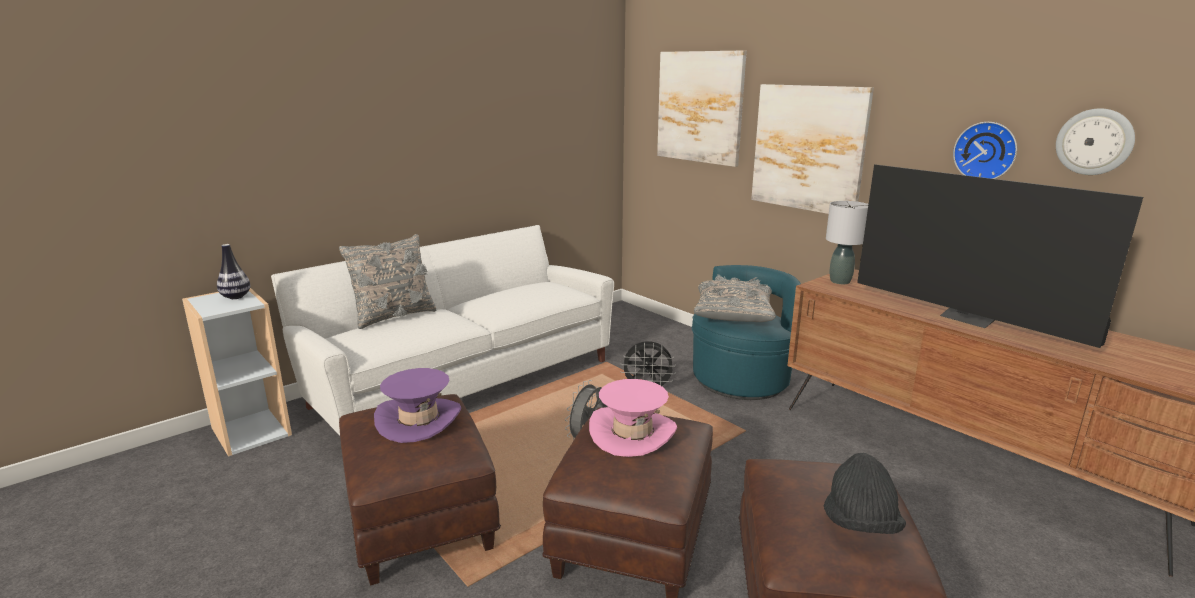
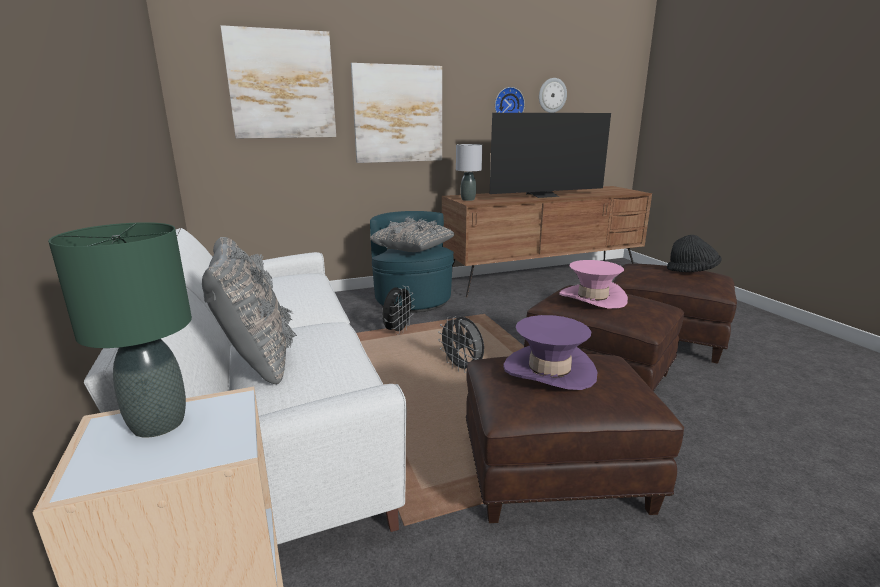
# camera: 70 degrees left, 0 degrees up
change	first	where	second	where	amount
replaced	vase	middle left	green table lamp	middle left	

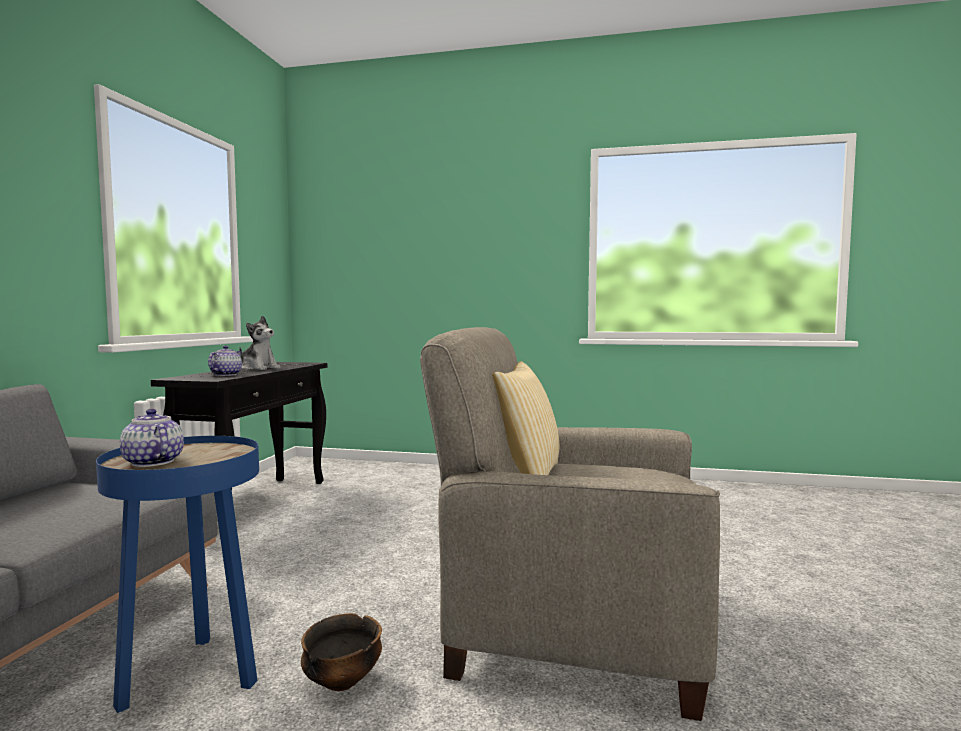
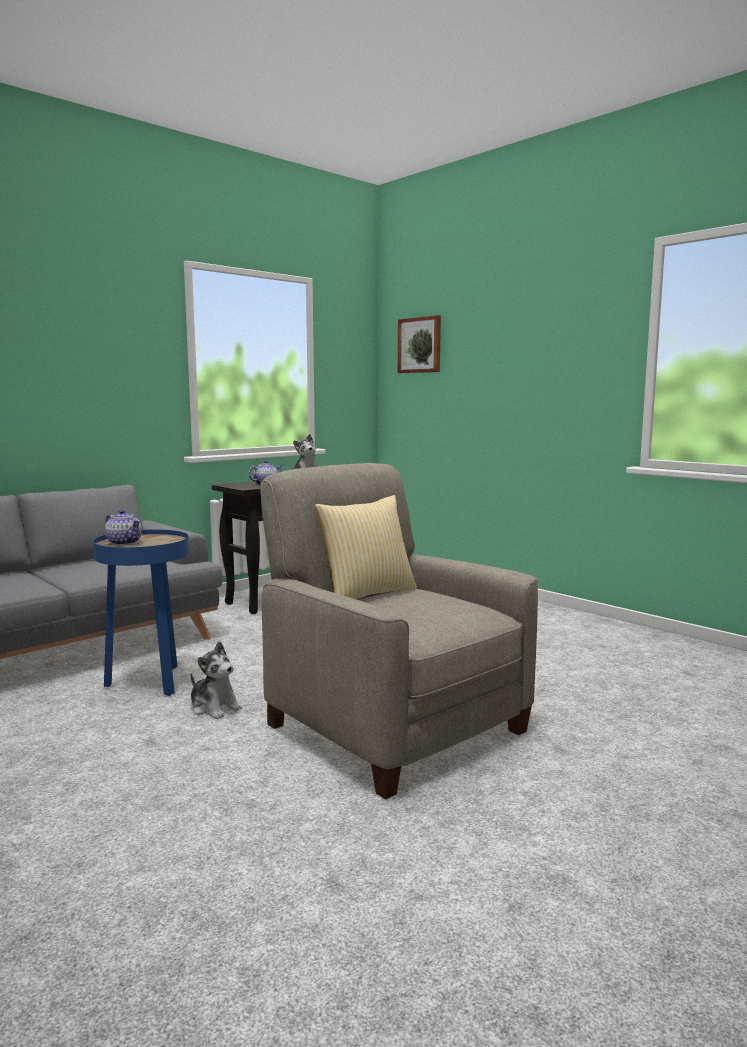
# camera: 35 degrees right, 5 degrees up
change	first	where	second	where	amount
turned	teapot (1st from left)	middle left		middle left	135 degrees clockwise
replaced	bowl	bottom centre	plush toy (1st from left)	middle left	
added			picture	top centre	

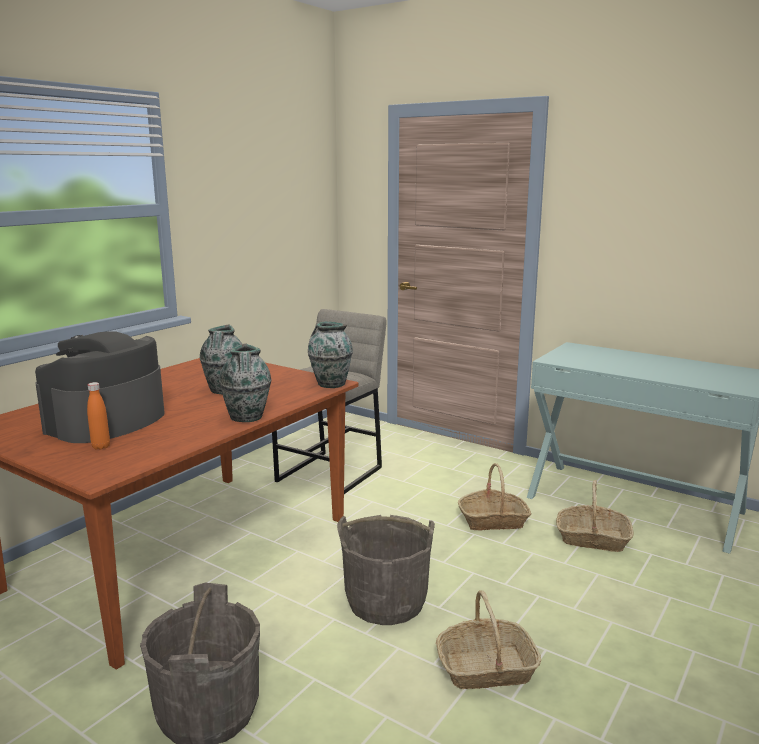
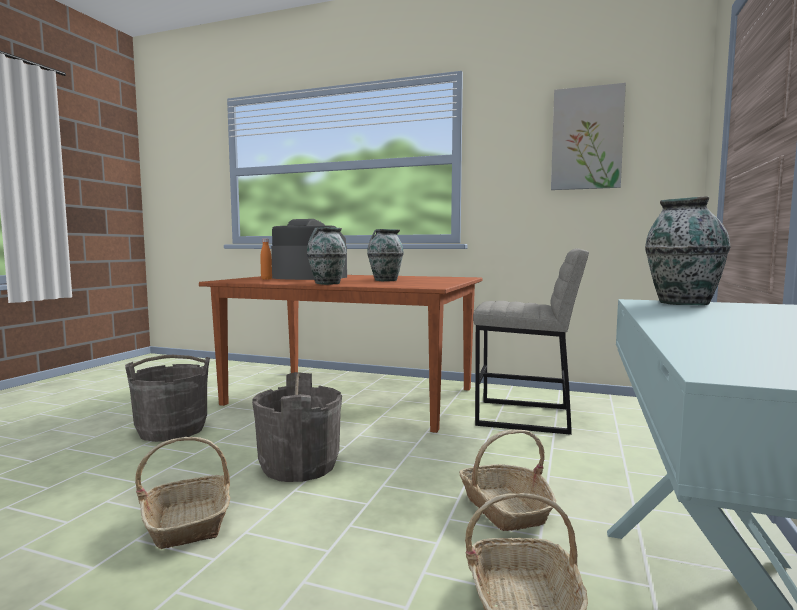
# camera: 75 degrees right, 10 degrees down
change	first	where	second	where	amount
moved	vase (3rd from left)	centre		middle right	
added			picture	top right	

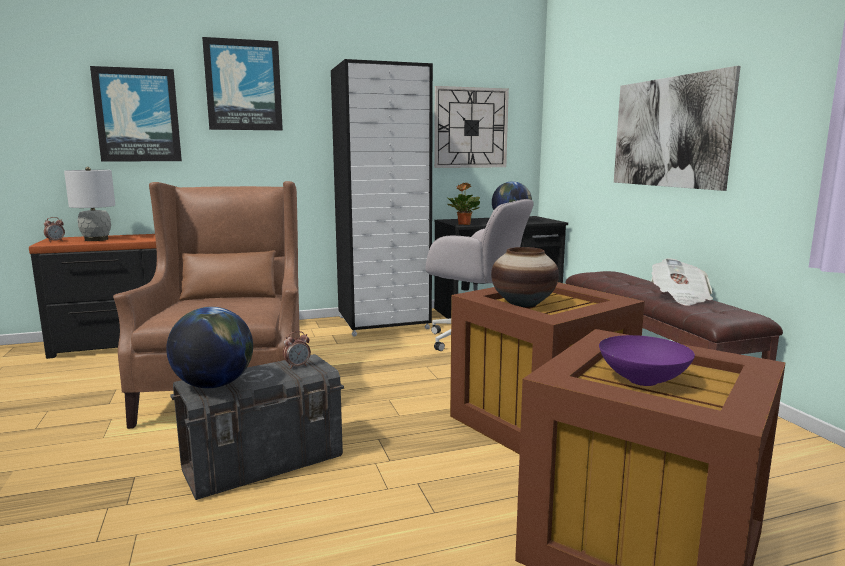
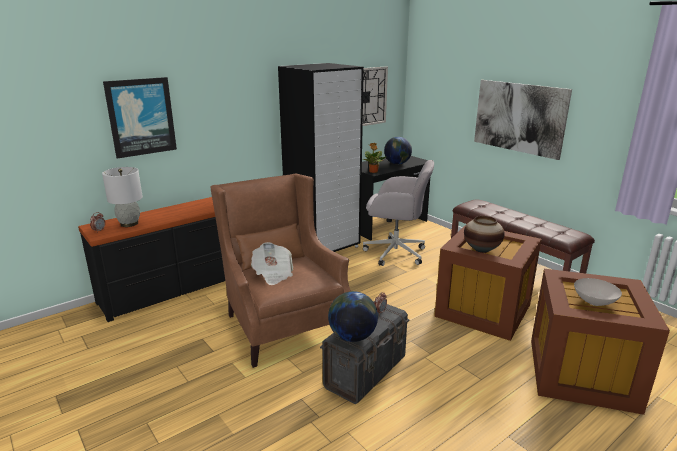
# camera: 20 degrees left, 10 degrees up
change	first	where	second	where	amount
removed	picture (2nd from left)	top left			
recoloured	purple bowl	middle right	white bowl	middle right	
moved	newspaper	middle right		centre	

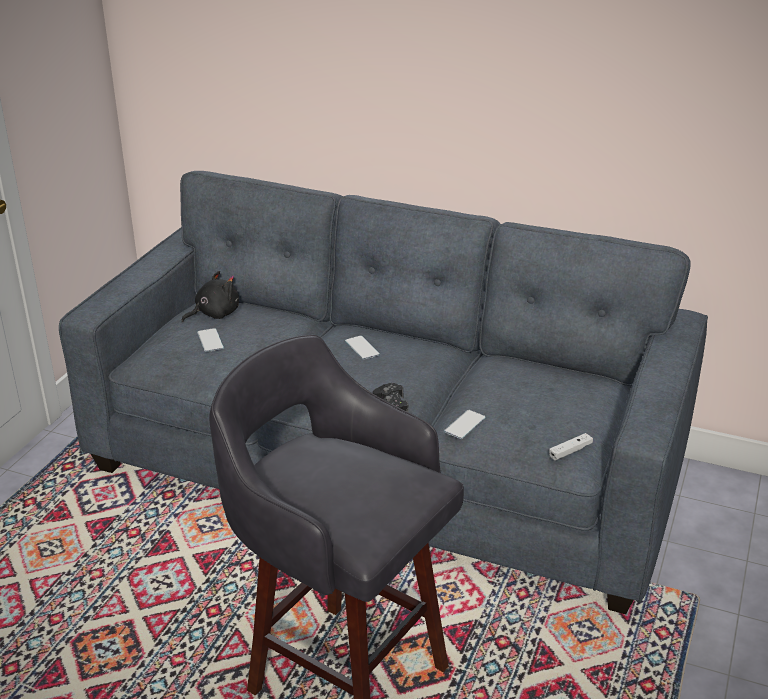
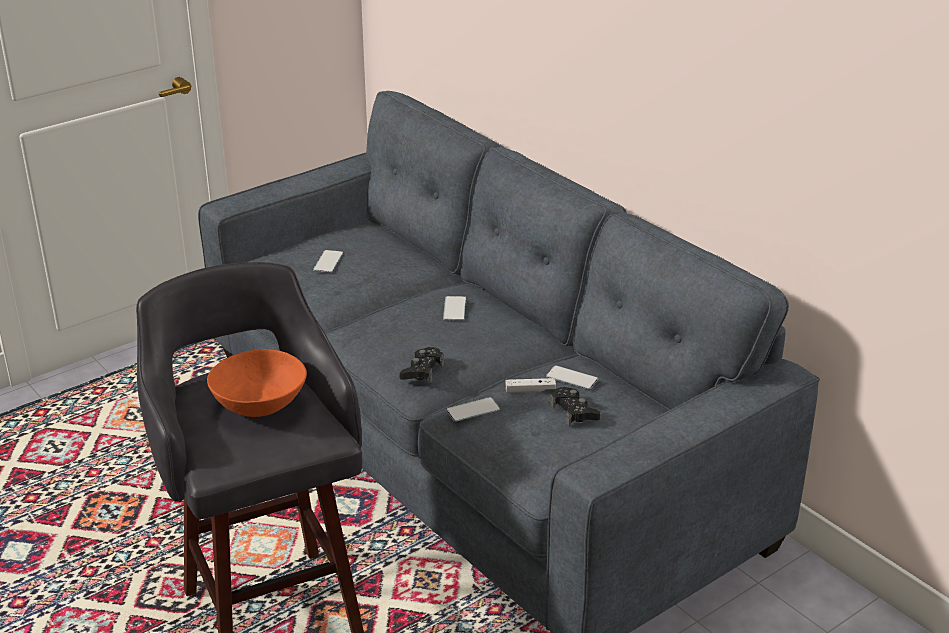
# camera: 30 degrees right, 0 degrees up
change	first	where	second	where	amount
removed	black plush toy	middle left			
moved	white game controller	middle right		centre	
added			orange bowl	middle left	
added			phone (4th from left)	centre	
added			black game controller (2nd from left)	centre	

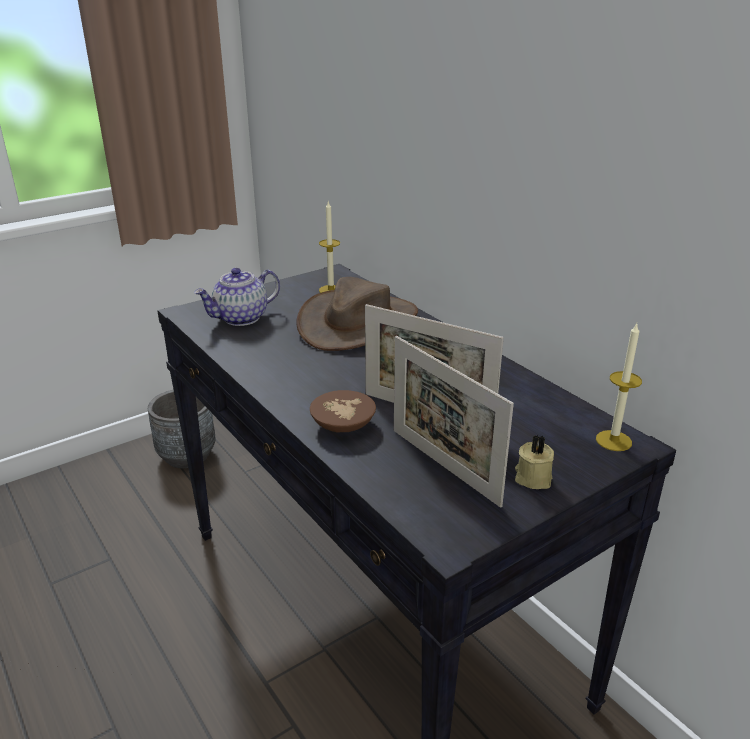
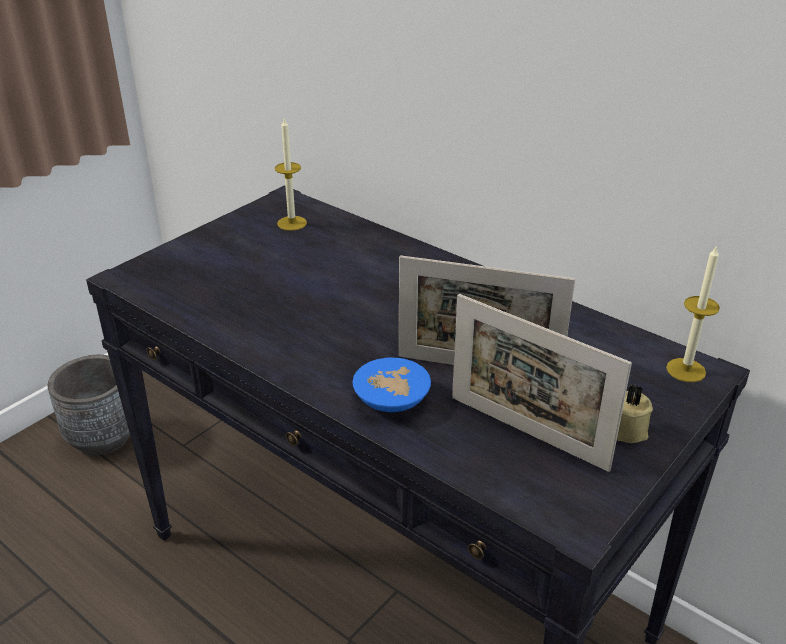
# camera: 15 degrees left, 5 degrees up
change	first	where	second	where	amount
removed	teapot	middle left			
removed	brown hat	centre			
recoloured	brown bowl	centre	blue bowl	centre	

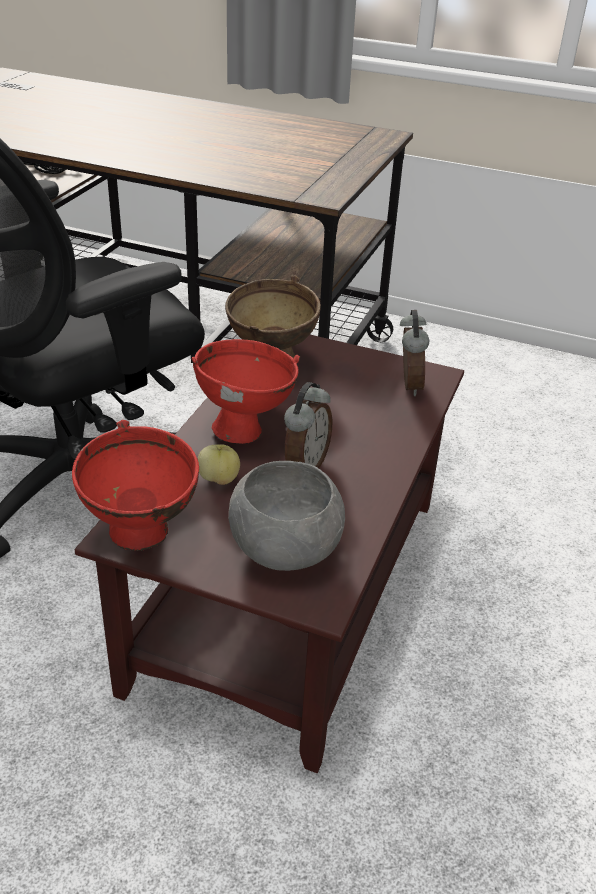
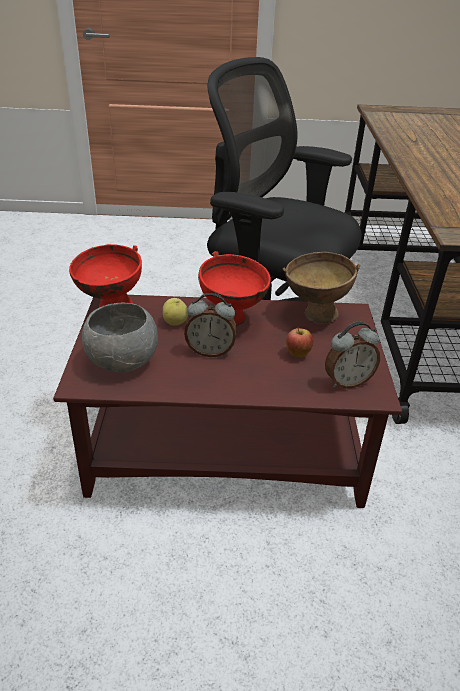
# camera: 70 degrees right, 0 degrees up
change	first	where	second	where	amount
added			apple (2nd from left)	centre	

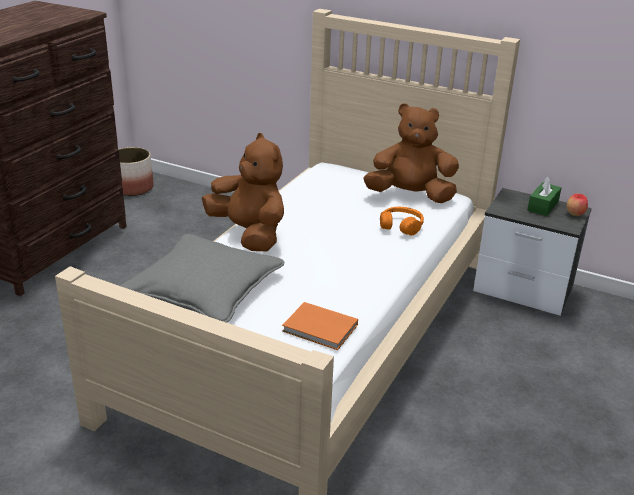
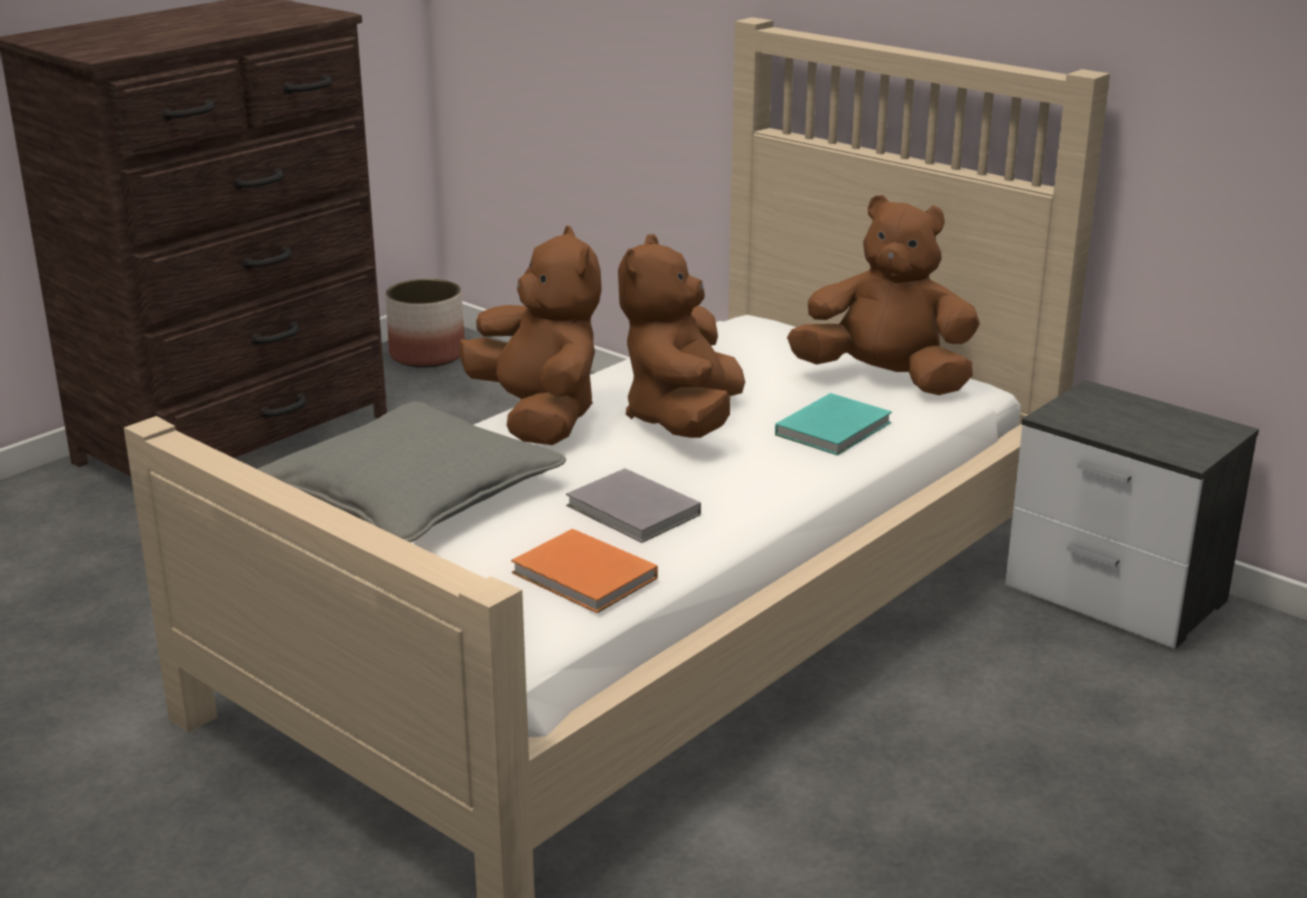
# camera: 15 degrees right, 5 degrees down
change	first	where	second	where	amount
replaced	orange headphones	centre	turquoise book	centre	
removed	green tissue box	middle right			
removed	apple	middle right			
added			grey book	centre	
added			brown plush toy (2nd from left)	centre	

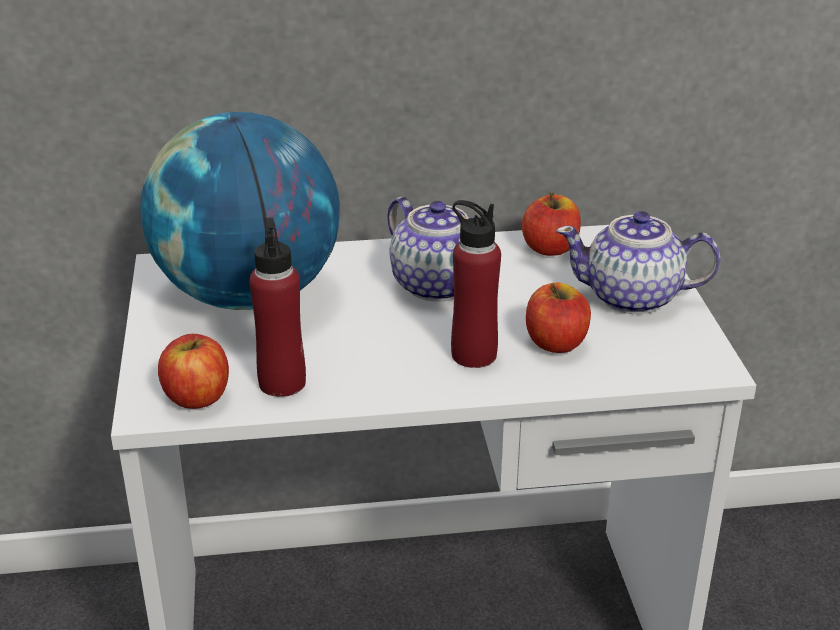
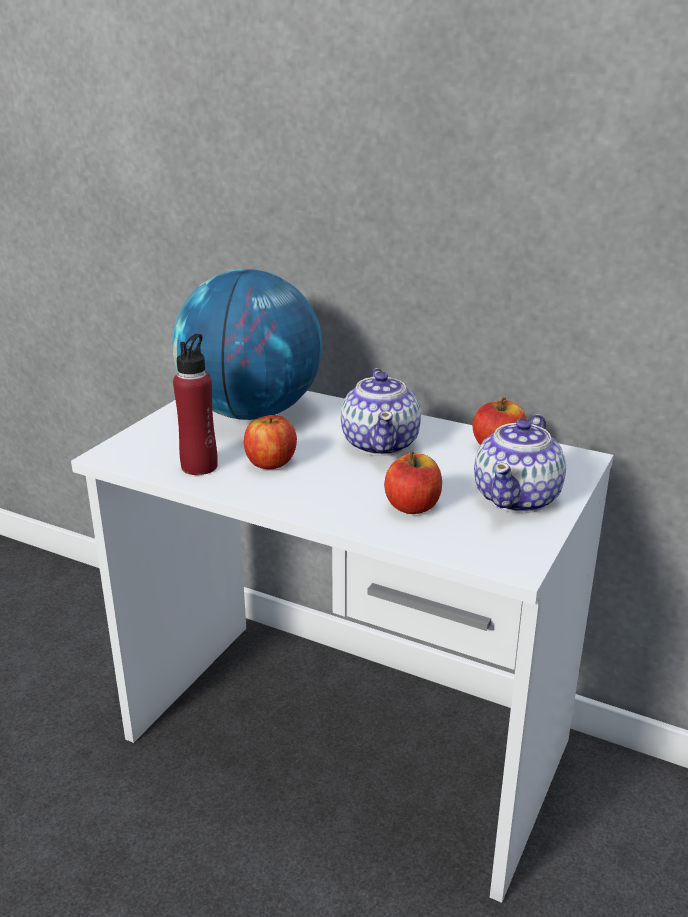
# camera: 35 degrees right, 5 degrees down
change	first	where	second	where	amount
moved	apple (1st from left)	middle left		centre	
removed	red bottle (2nd from left)	centre			
turned	teapot (2nd from left)	middle right		middle right	105 degrees counterclockwise

